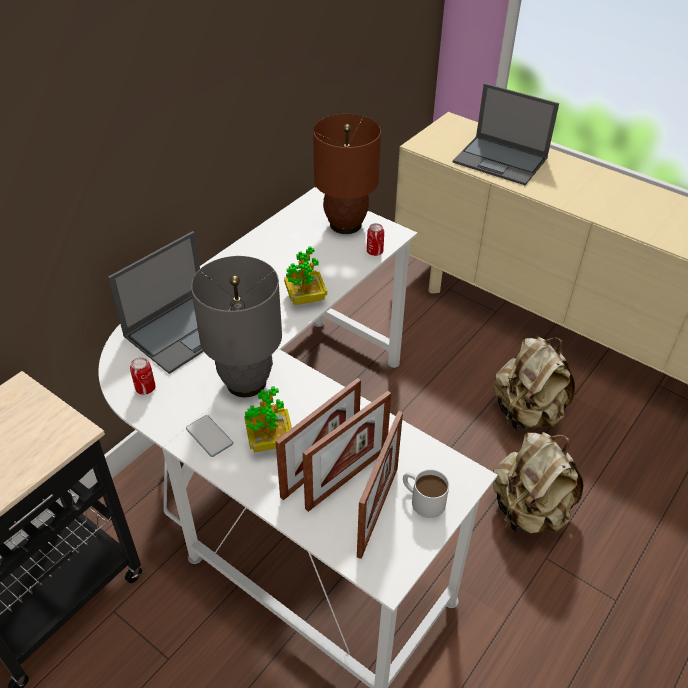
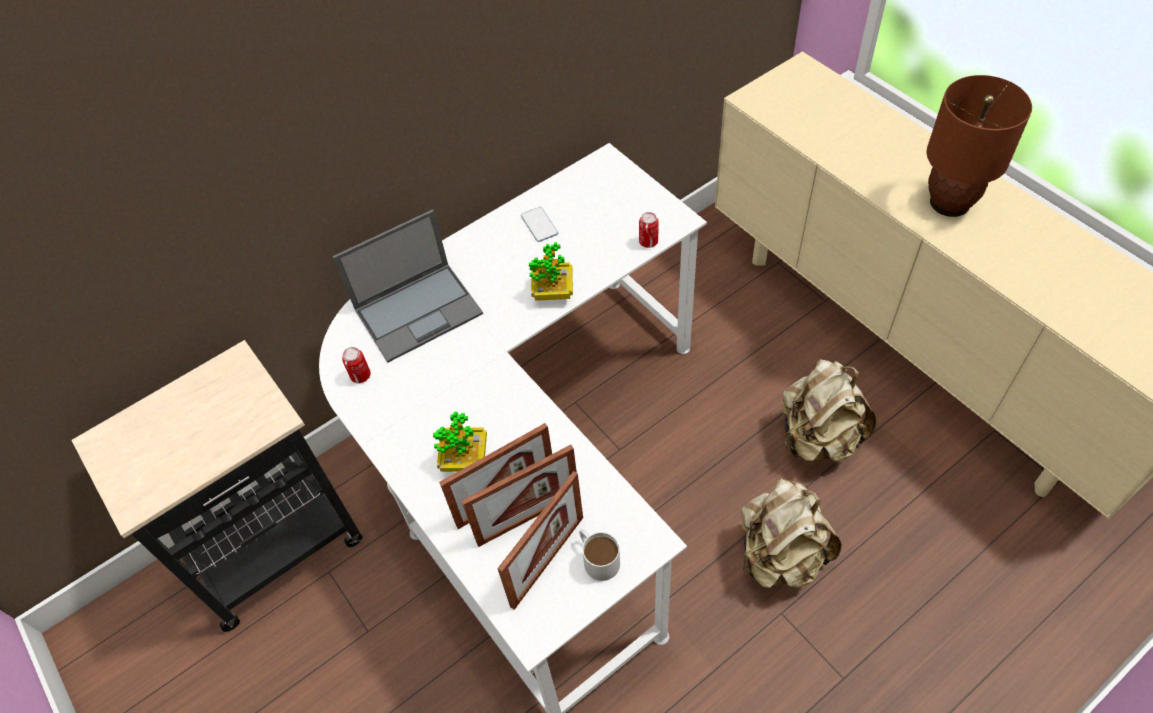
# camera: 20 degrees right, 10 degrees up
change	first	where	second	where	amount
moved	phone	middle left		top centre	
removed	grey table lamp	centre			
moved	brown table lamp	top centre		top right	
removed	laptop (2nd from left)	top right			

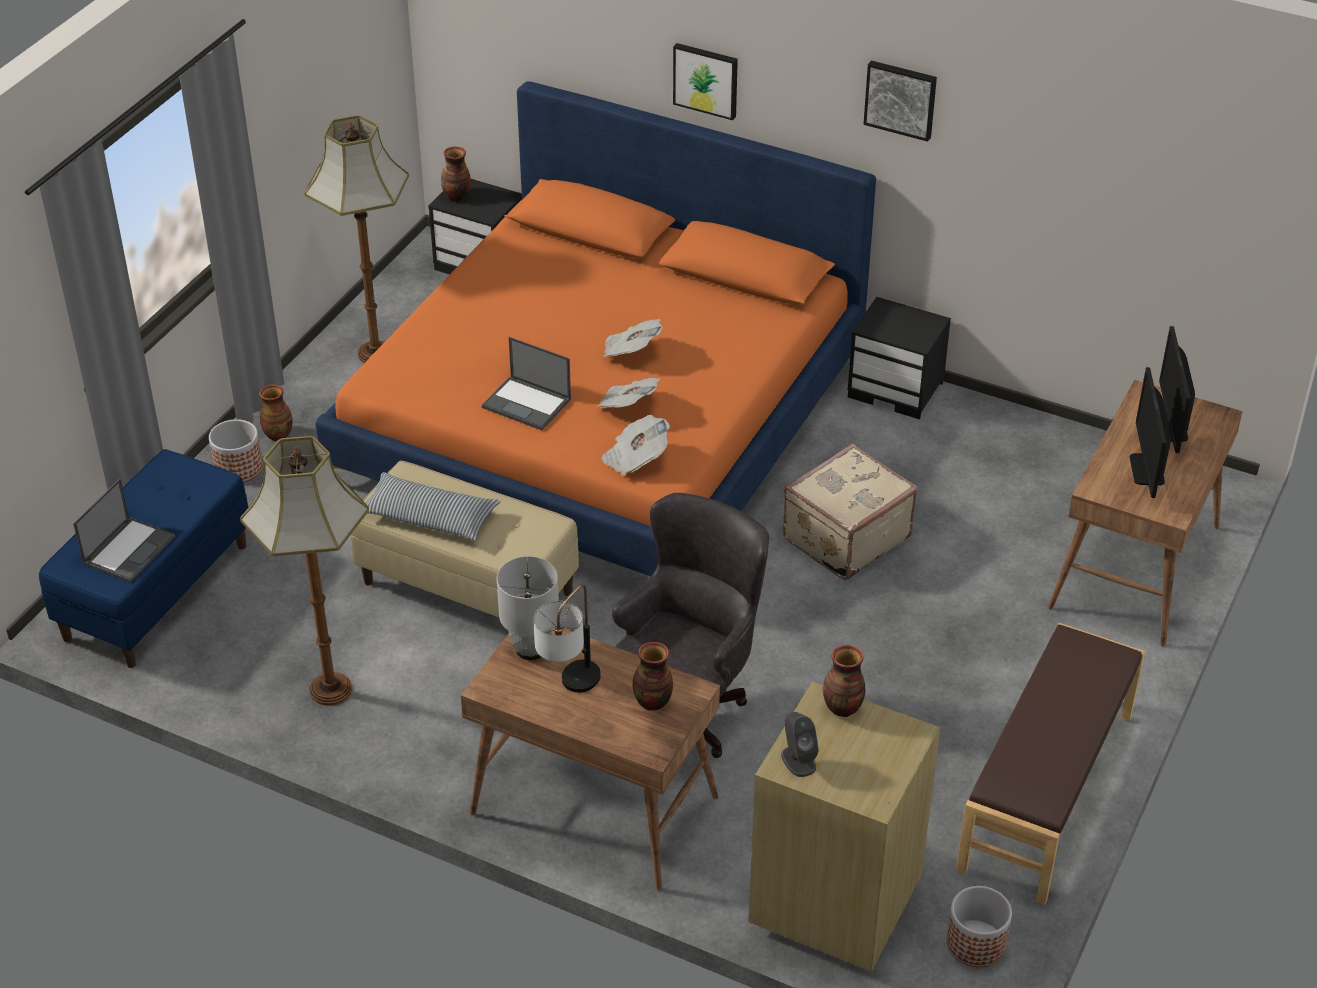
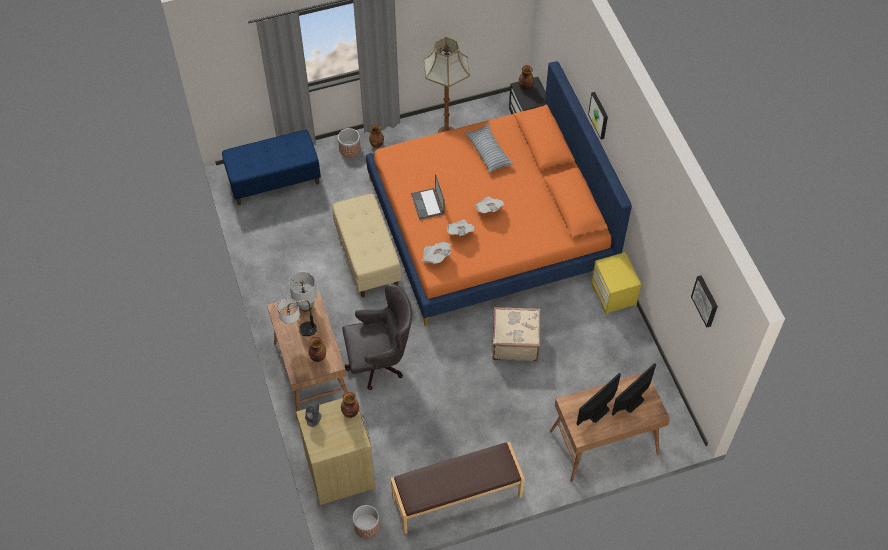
# camera: 45 degrees right, 15 degrees up
change	first	where	second	where	amount
removed	laptop (1st from left)	middle left			
removed	floor lamp (1st from left)	middle left			
moved	pillow	middle left		top centre	
recoloured	black nightstand (2nd from left)	middle right	yellow nightstand	middle right	
moved	picture (2nd from left)	top right		middle right	

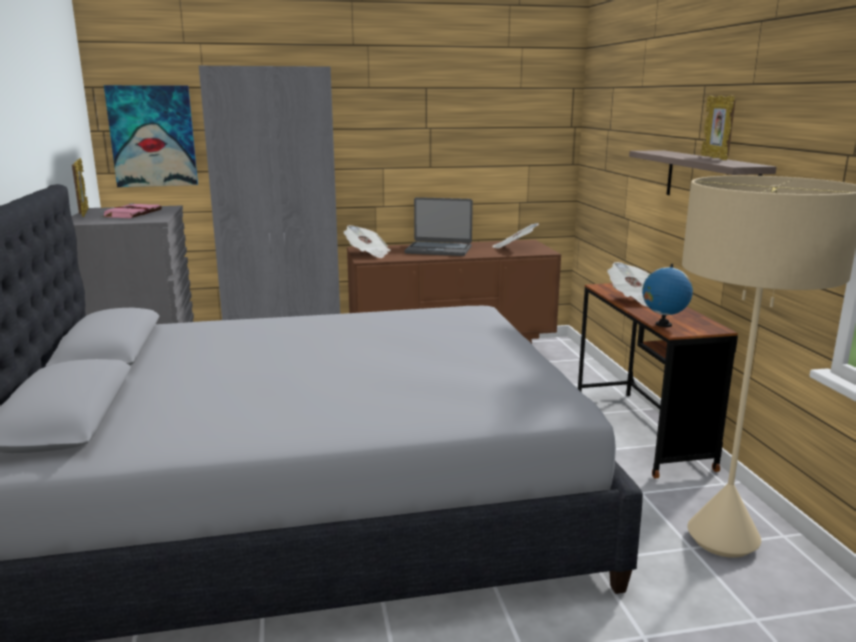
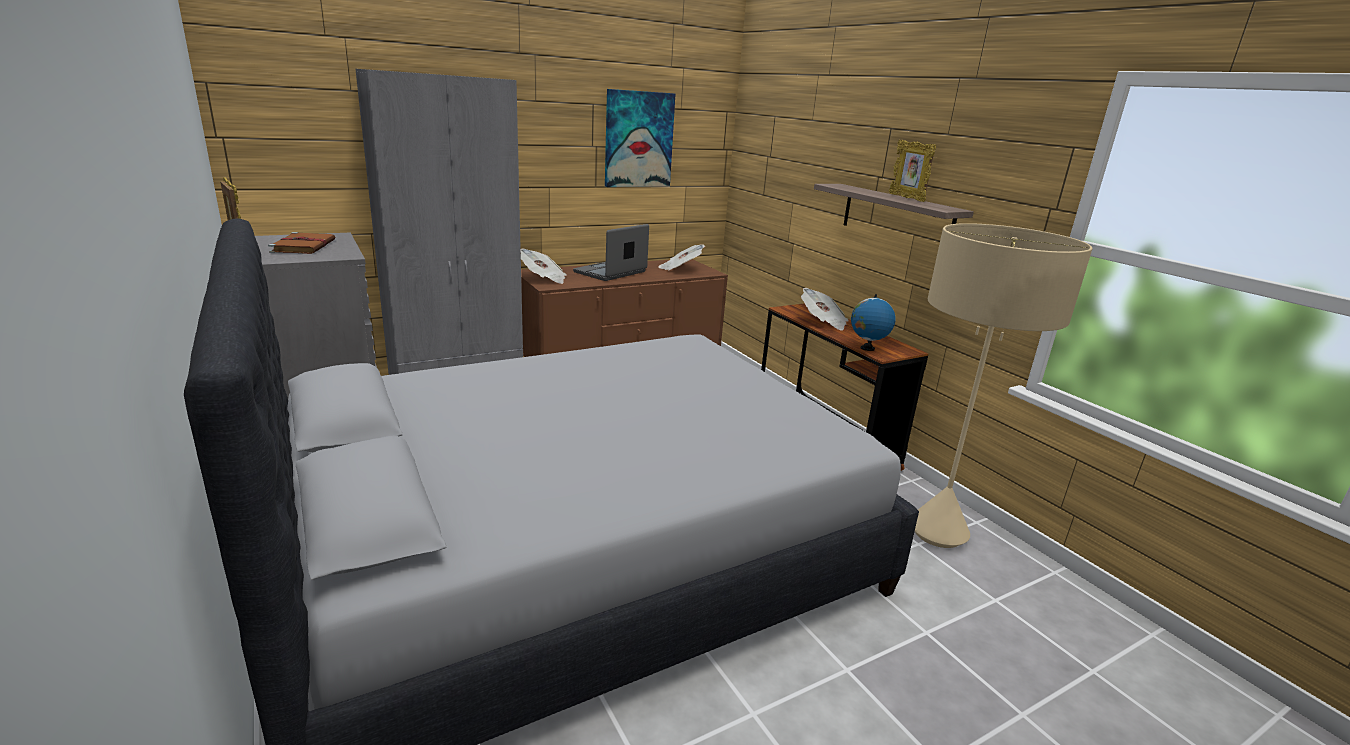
# camera: 20 degrees left, 5 degrees up
change	first	where	second	where	amount
recoloured	pink book	top left	brown book	top left	
moved	picture	top left		top centre	
turned	laptop	centre		centre	135 degrees clockwise

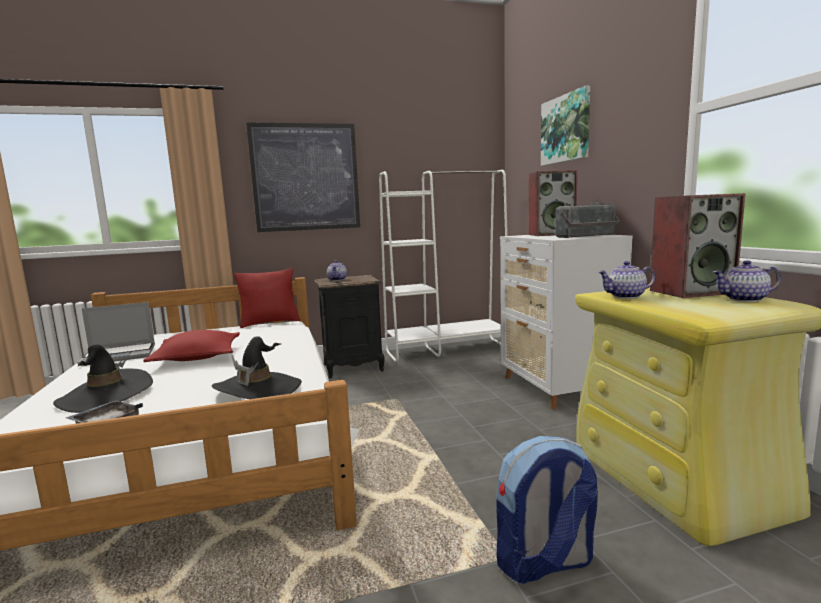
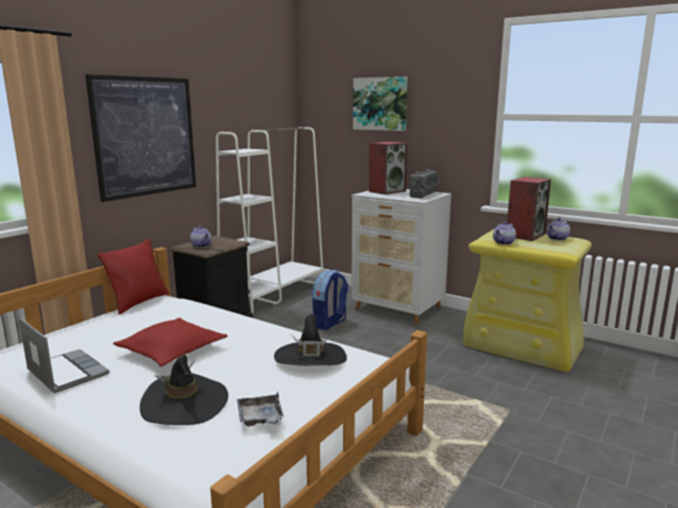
# camera: 40 degrees left, 5 degrees up
change	first	where	second	where	amount
turned	laptop	middle left		bottom left	75 degrees counterclockwise
moved	backpack	bottom centre		centre	

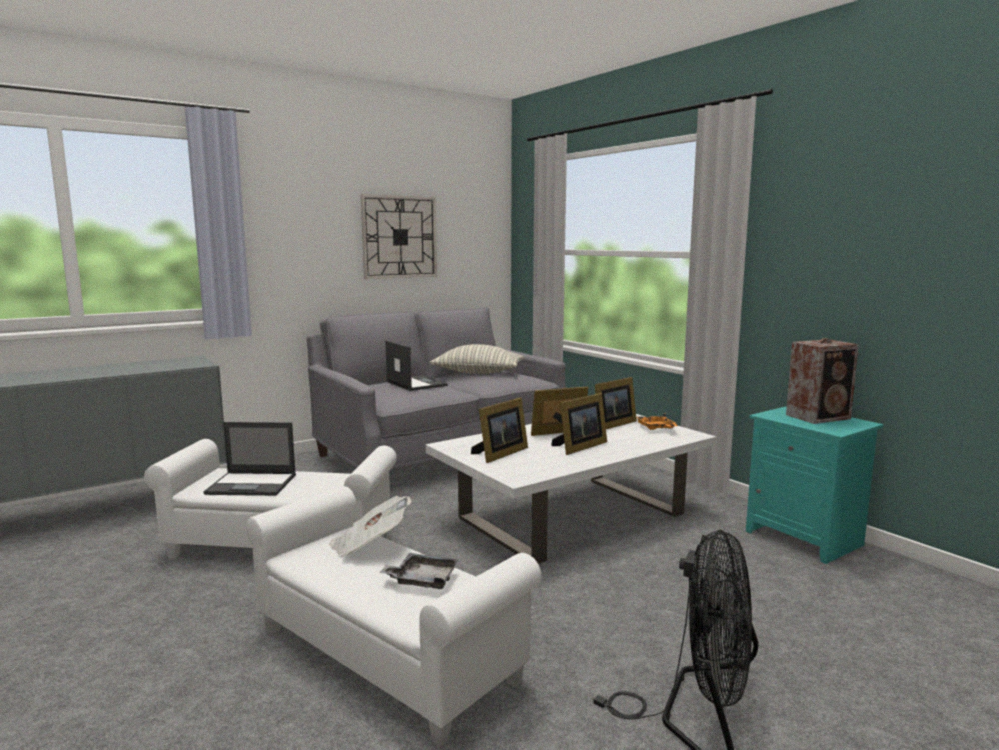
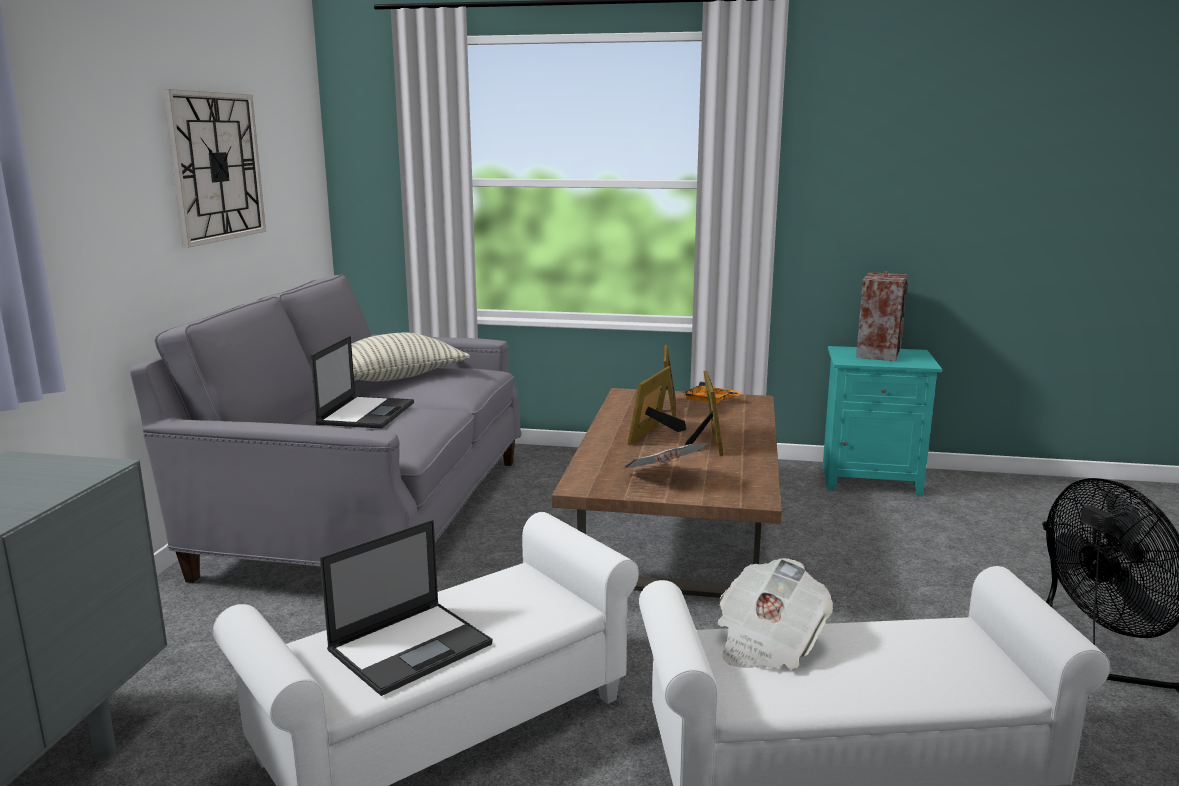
# camera: 45 degrees left, 5 degrees up
change	first	where	second	where	amount
removed	grey tray	bottom centre			
turned	laptop (2nd from left in the first image)	centre	laptop (1st from left)	middle left	90 degrees clockwise
recoloured	white coffee table	centre	brown coffee table	centre	
replaced	picture frame (1st from left)	centre	newspaper (1st from left)	centre	

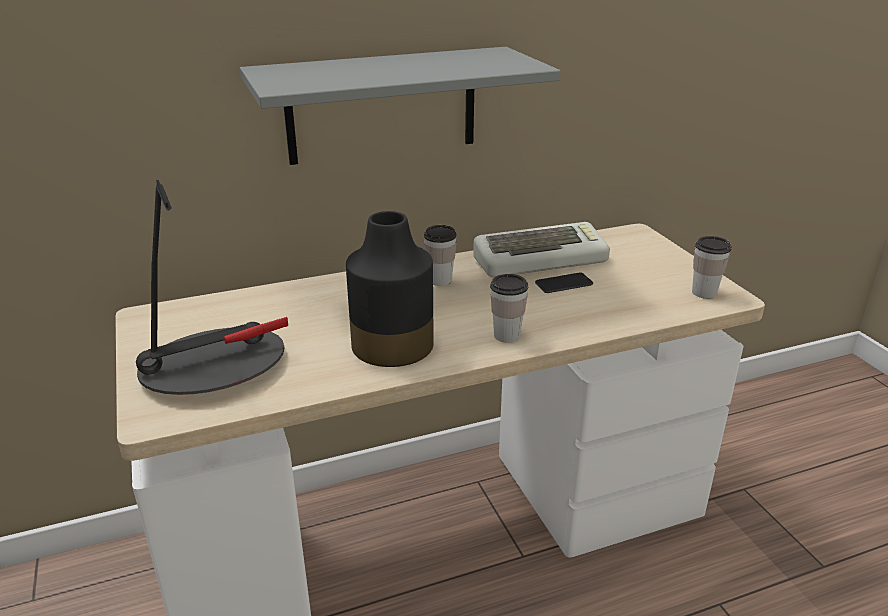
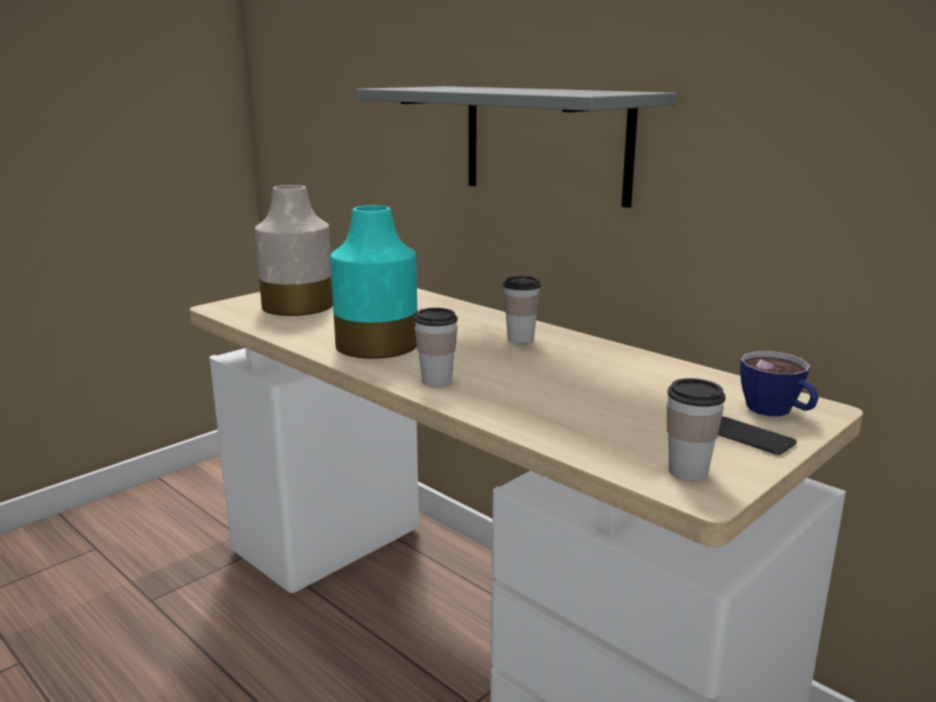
# camera: 65 degrees right, 10 degrees down
change	first	where	second	where	amount
replaced	table lamp	middle left	beige vase	middle left	
recoloured	black vase	centre	turquoise vase	centre	
removed	keyboard	centre			
moved	phone	centre		middle right	
added			cup (4th from left)	middle right	

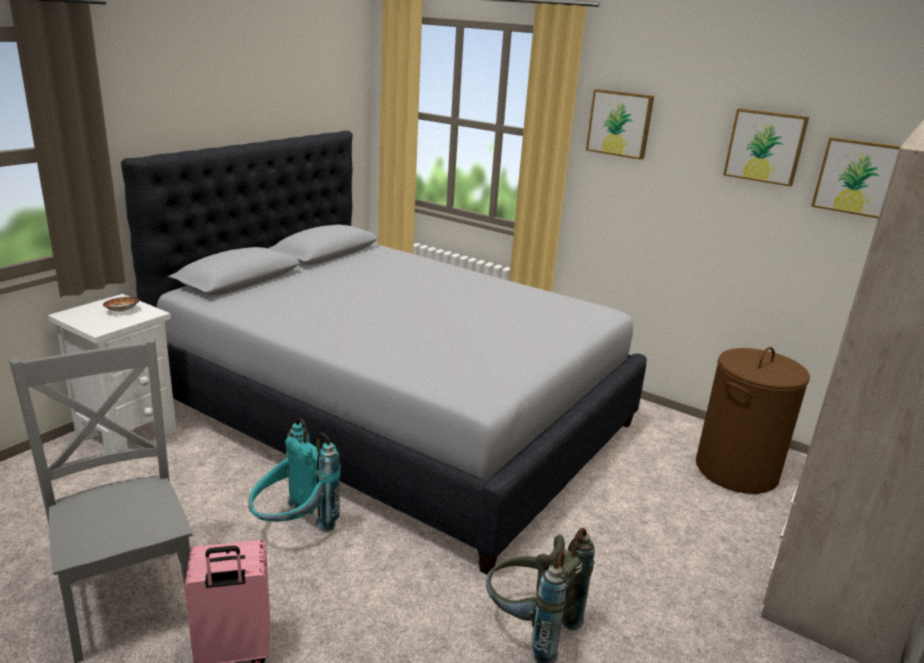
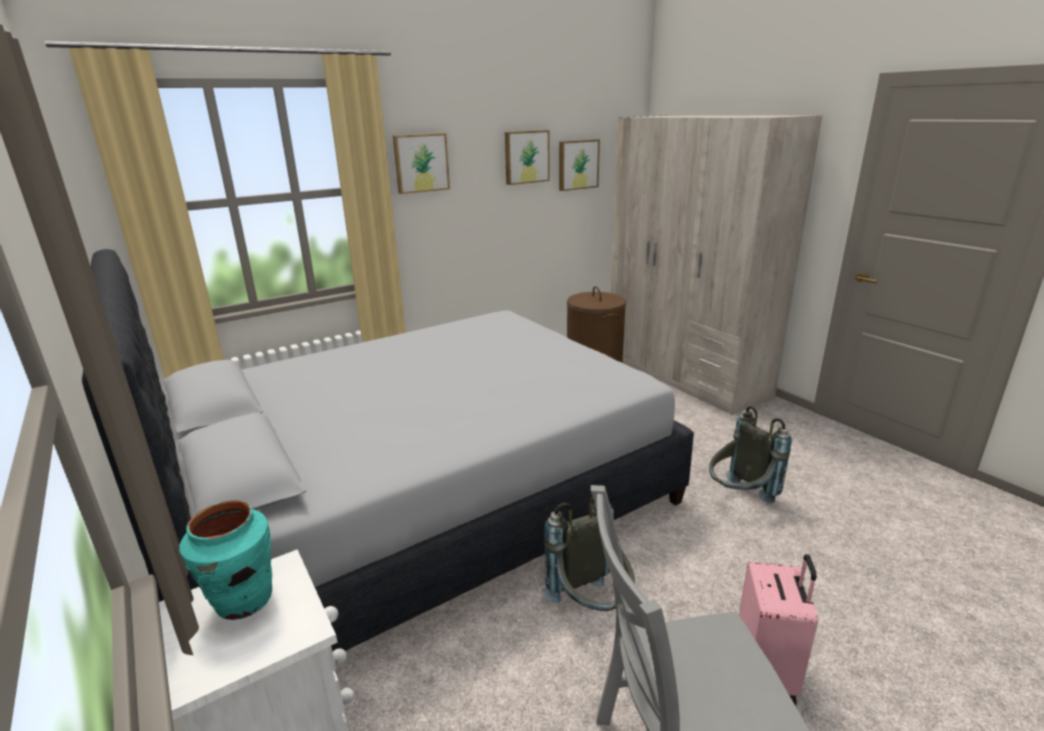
# camera: 65 degrees left, 0 degrees up
change	first	where	second	where	amount
replaced	bowl	middle left	turquoise vase	bottom left	
recoloured	turquoise backpack	bottom left	grey backpack (1st from left)	bottom centre	

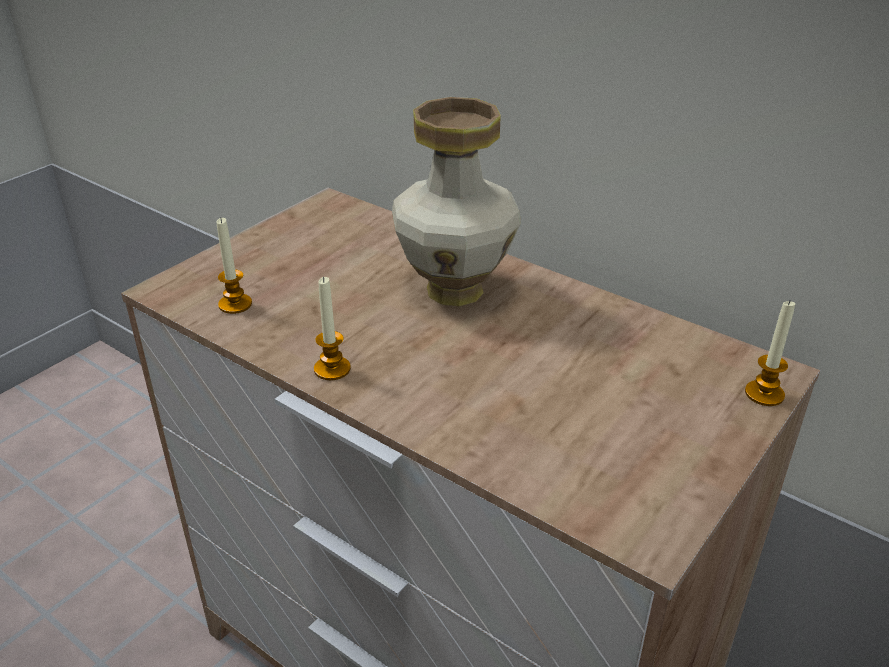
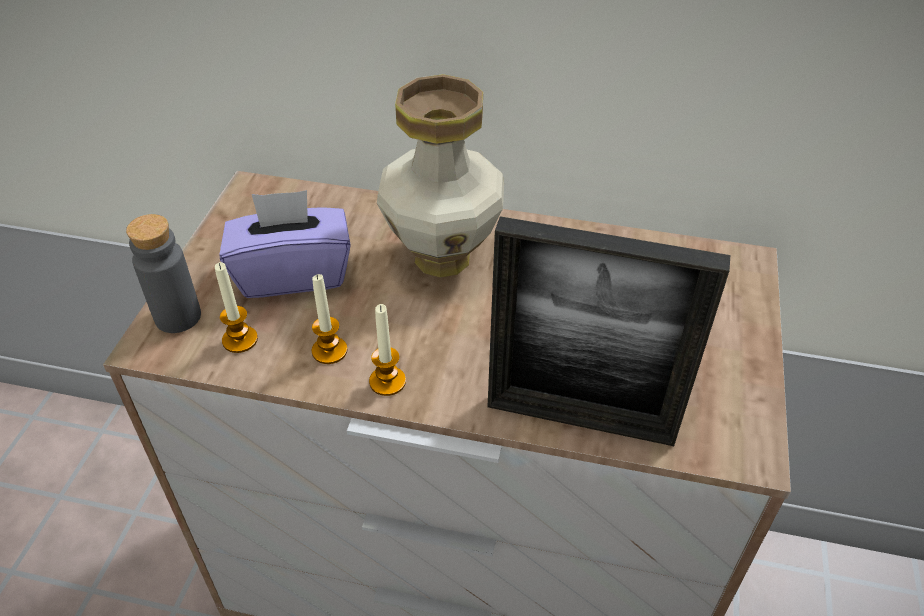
# camera: 25 degrees left, 10 degrees up
change	first	where	second	where	amount
moved	candle (3rd from left in the first image)	middle right	candle (2nd from left)	centre	
added			grey bottle	middle left	
added			purple tissue box	middle left	
added			picture frame	centre	

